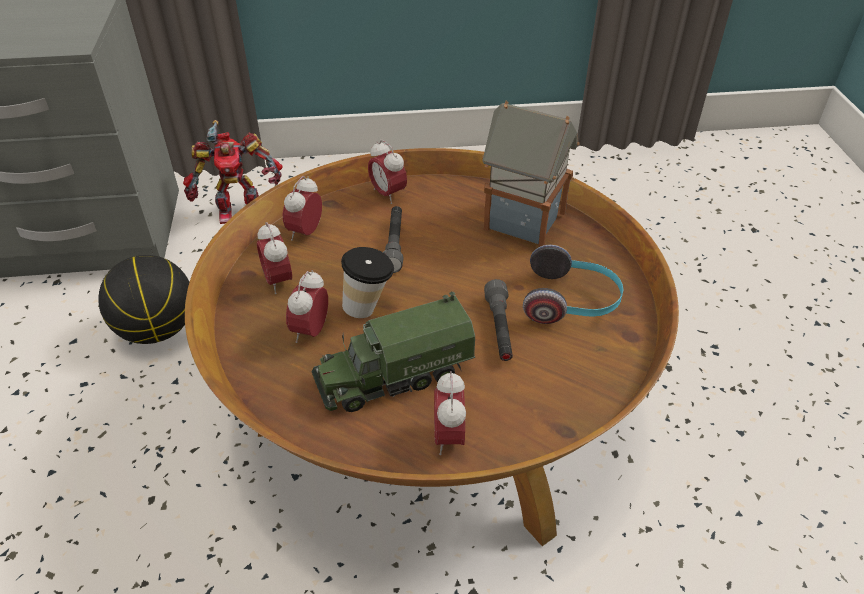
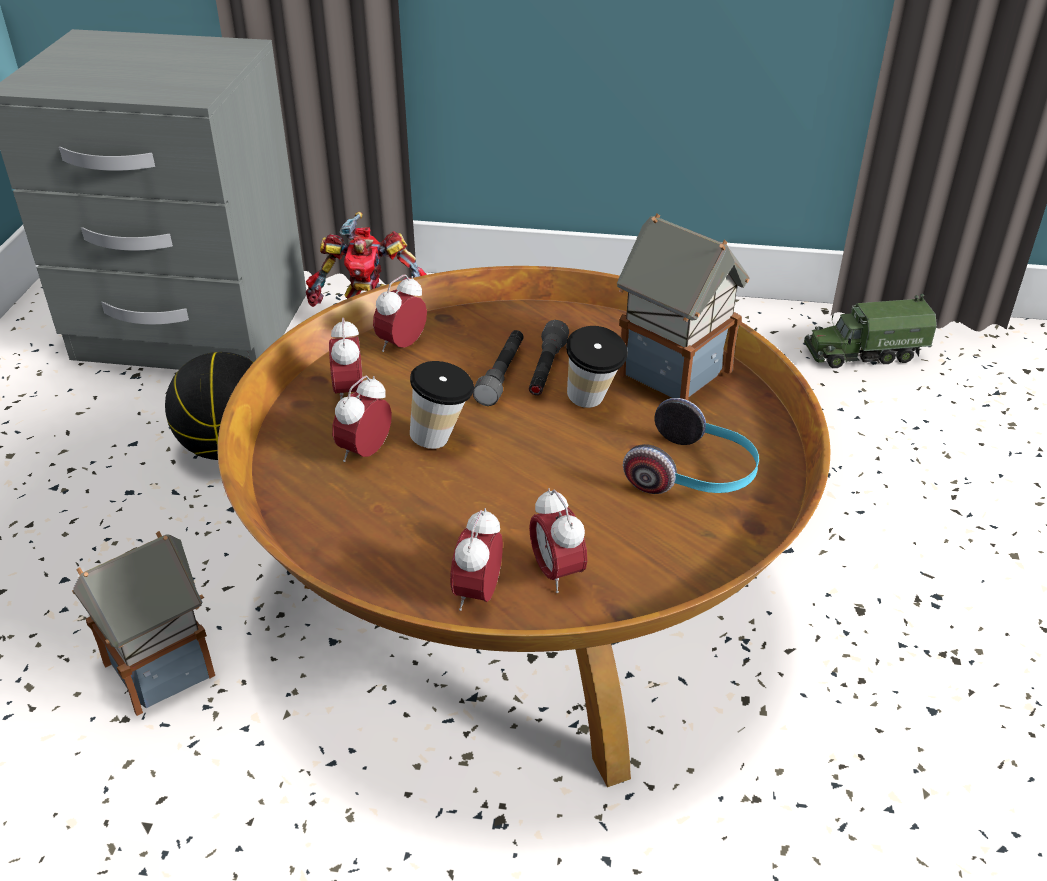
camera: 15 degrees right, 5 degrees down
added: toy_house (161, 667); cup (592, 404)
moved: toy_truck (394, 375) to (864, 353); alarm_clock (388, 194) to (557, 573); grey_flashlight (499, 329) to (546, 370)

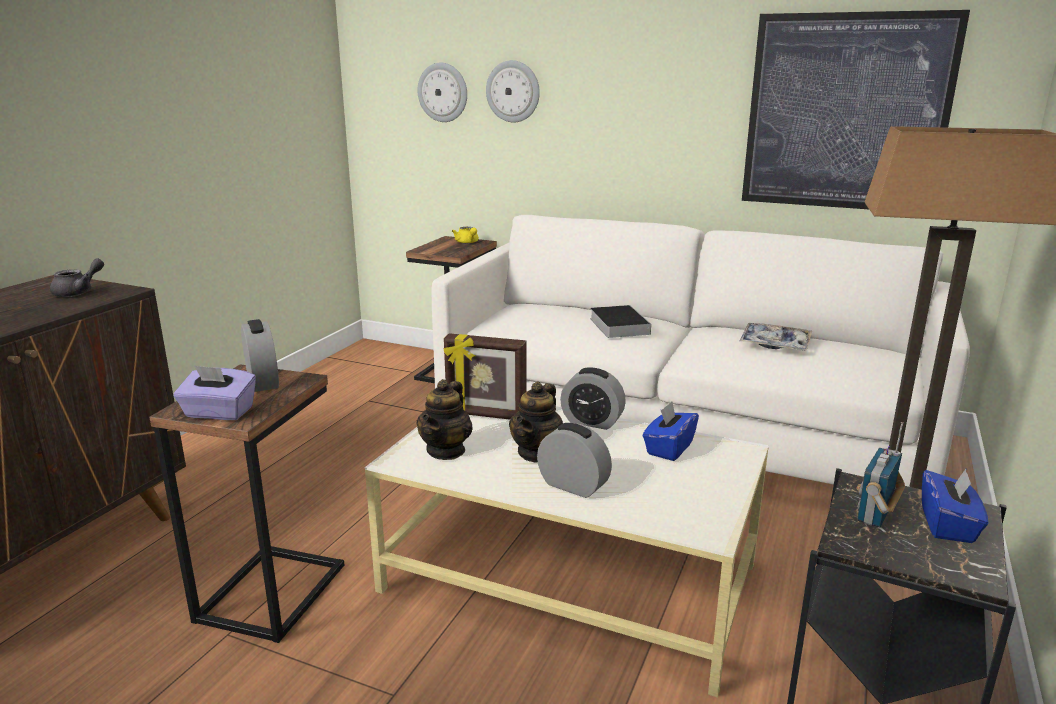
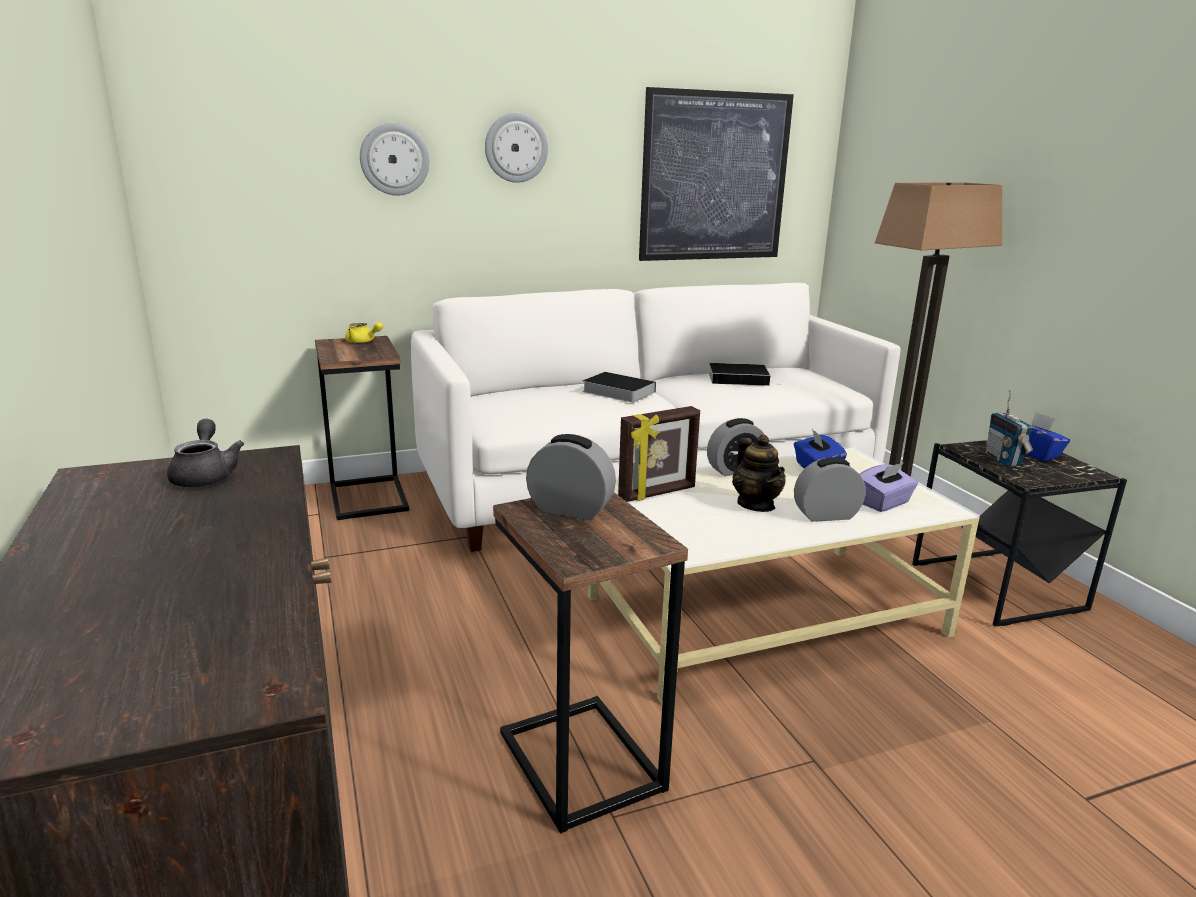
camera: 45 degrees left, 0 degrees up
removed: teapot (446, 450)
moved: purple_tissue_box (219, 413) to (883, 503); wall_clock (443, 92) to (516, 148)
replaced: tray (775, 344) to book (740, 379)

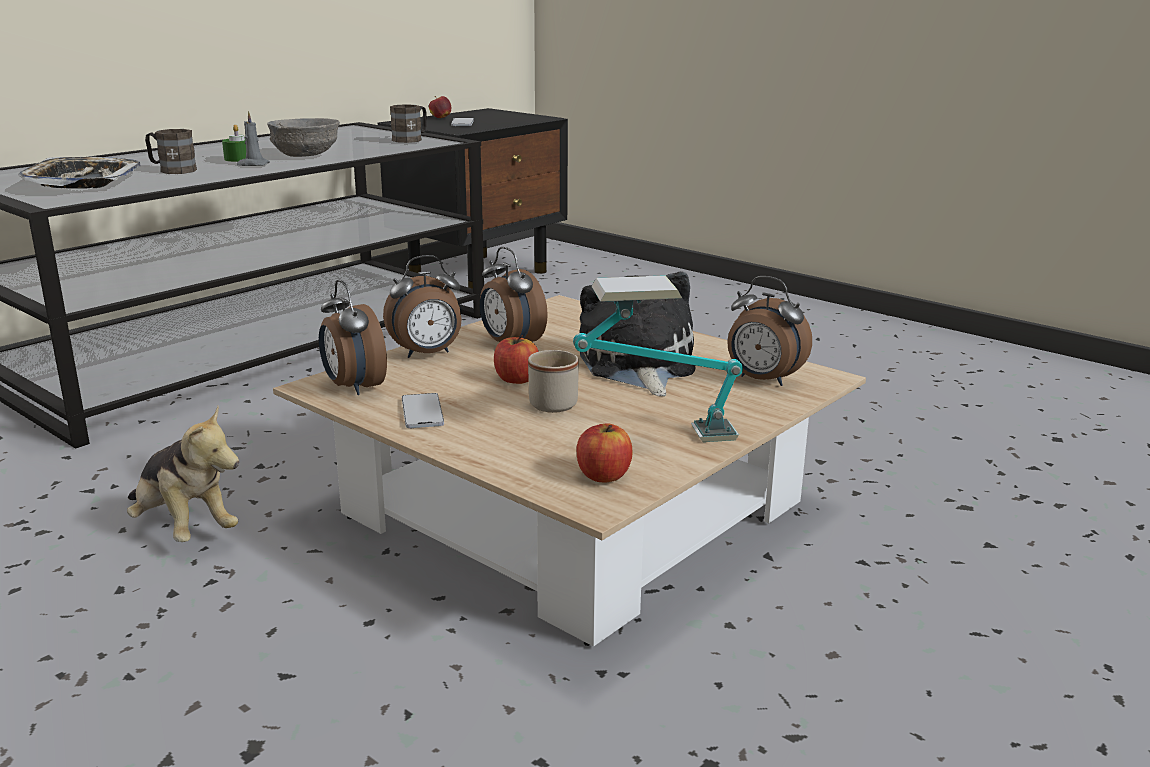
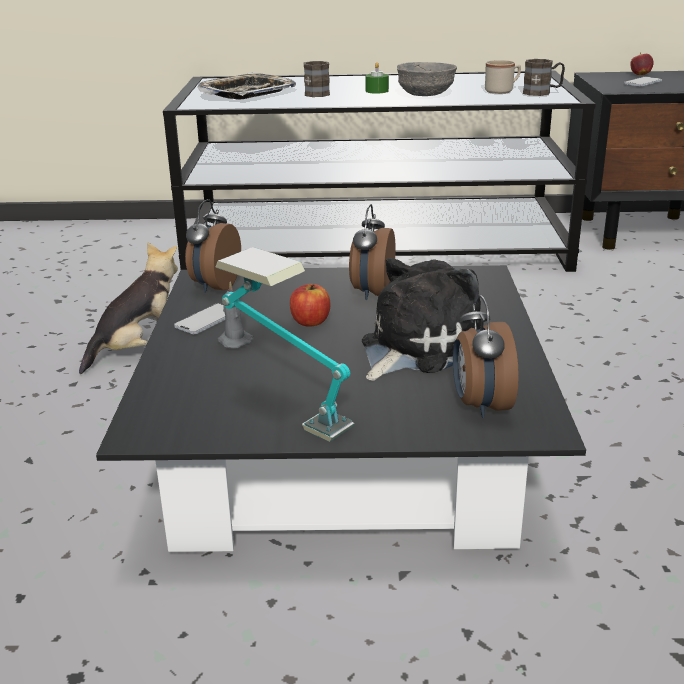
camera: 50 degrees right, 5 degrees up
removed: alarm_clock (427, 354); apple (603, 475)
moved: grey_candle (252, 165) to (234, 341); beige_mug (556, 401) to (502, 91)
recoloured: beige_coffee_table (577, 509) to black_coffee_table (346, 454)
turned: plush_toy (183, 528) = (140, 349) 135 degrees counterclockwise

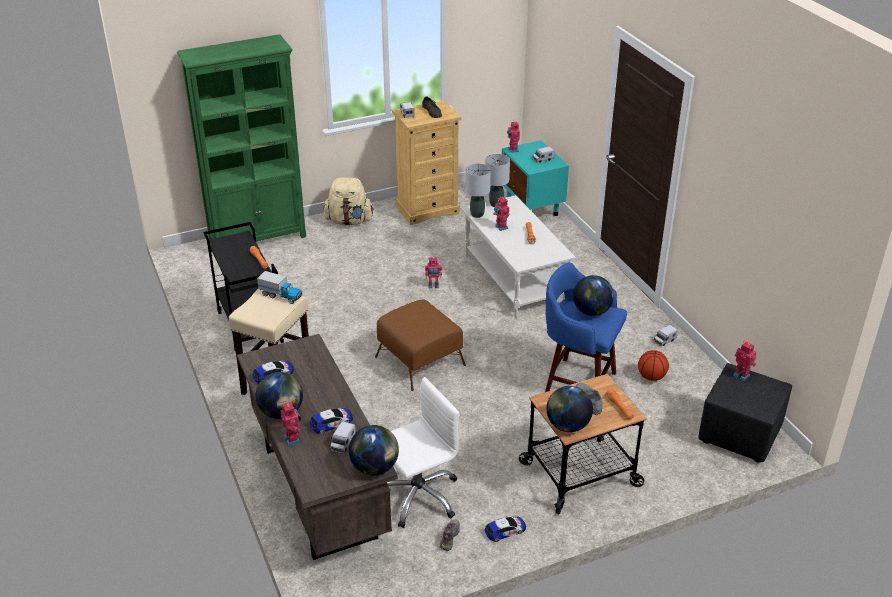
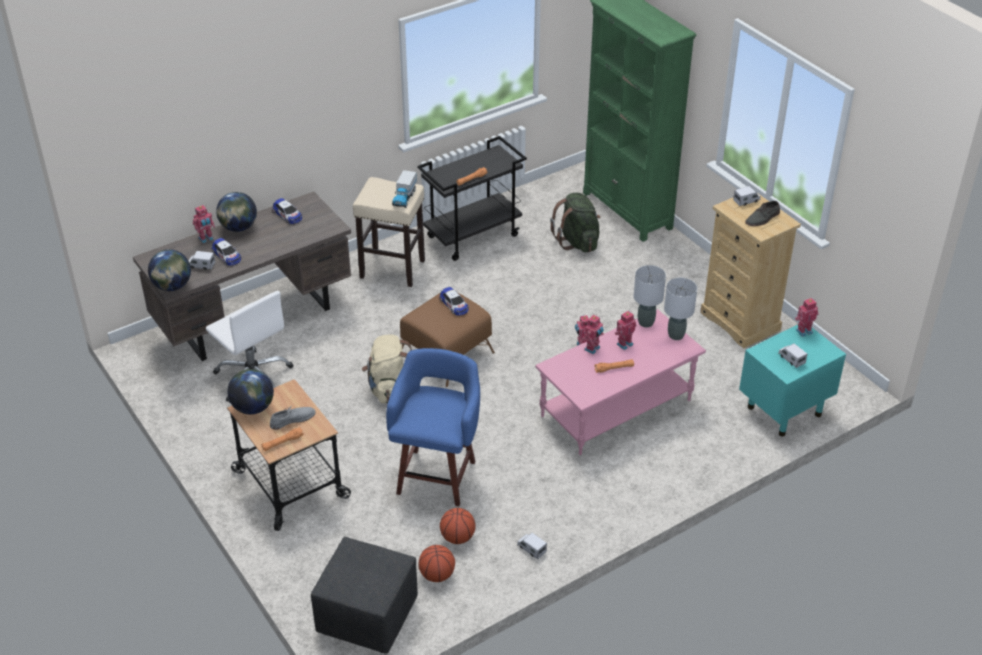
camera: 80 degrees right, 5 degrees up
removed: shoe (449, 537); globe (592, 311)
added: basketball (437, 575); green_backpack (577, 242)
moved: beige_backpack (349, 221) to (389, 389); toy_car (505, 531) to (454, 305); toy_robot (742, 375) to (593, 349)
recoloured: white_coffee_table (514, 280) to pink_coffee_table (616, 409)

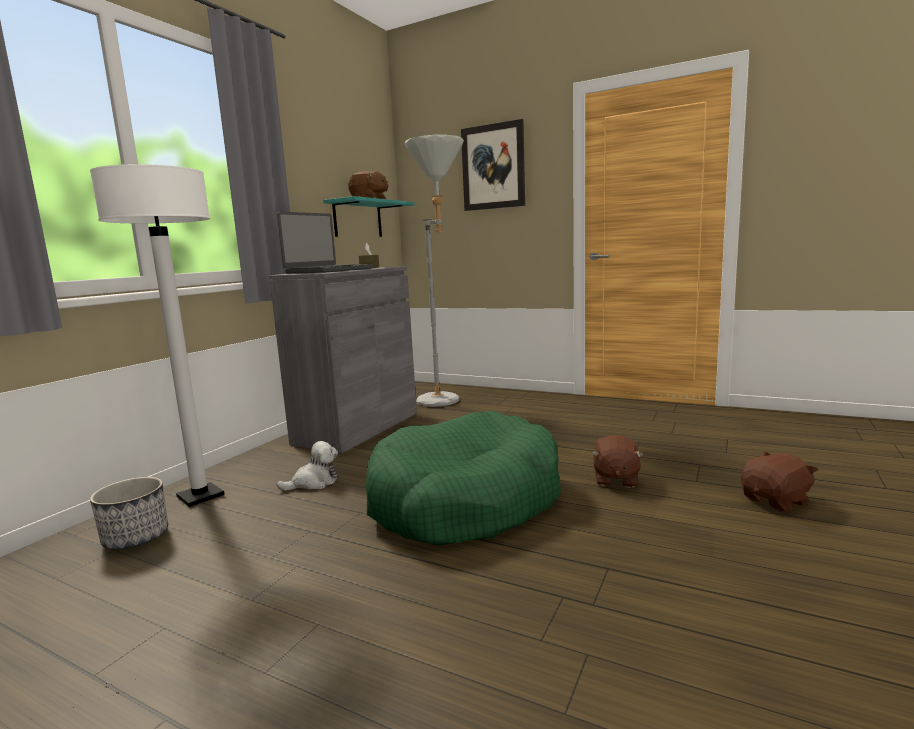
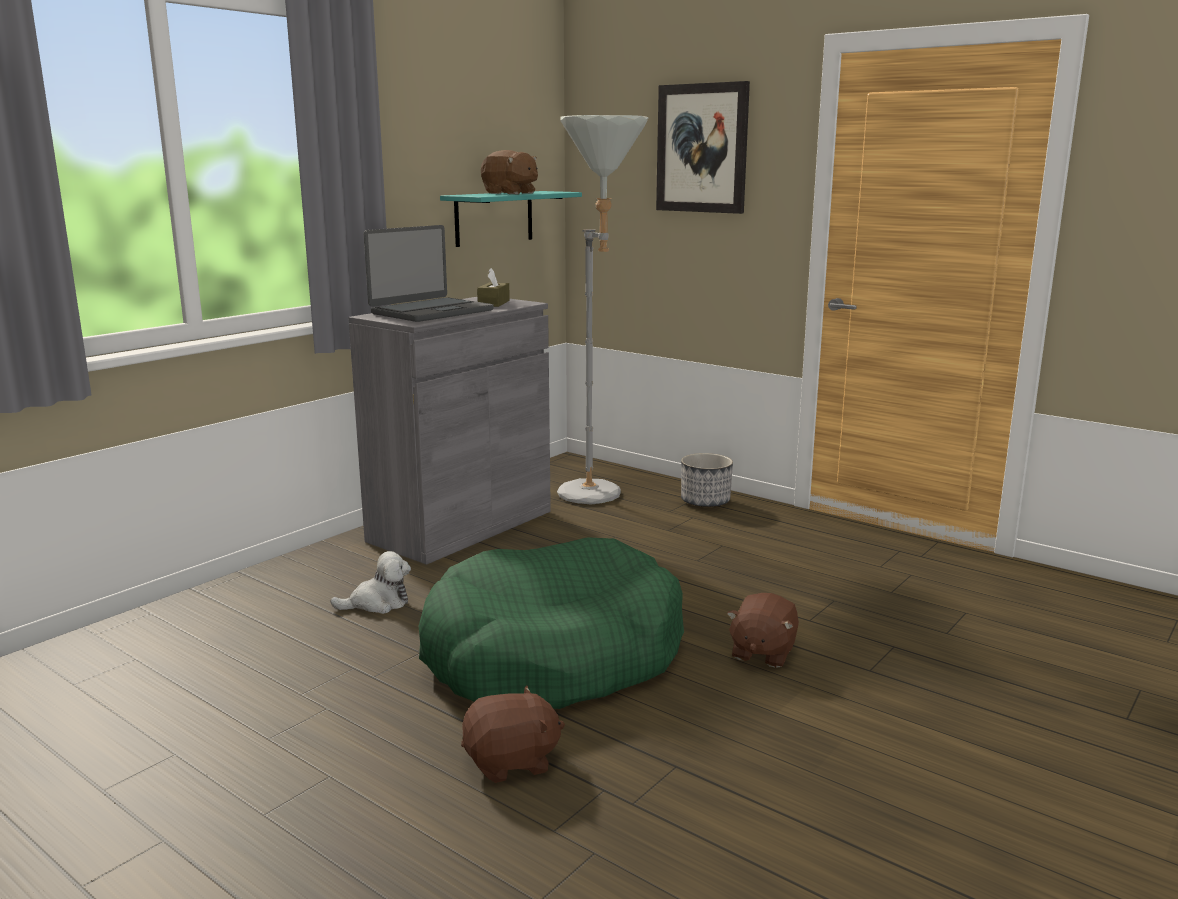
camera: 10 degrees right, 5 degrees up
removed: white_floor_lamp (200, 496)
moved: planter (136, 538) to (705, 501); brown_plush_toy (776, 501) to (512, 762)

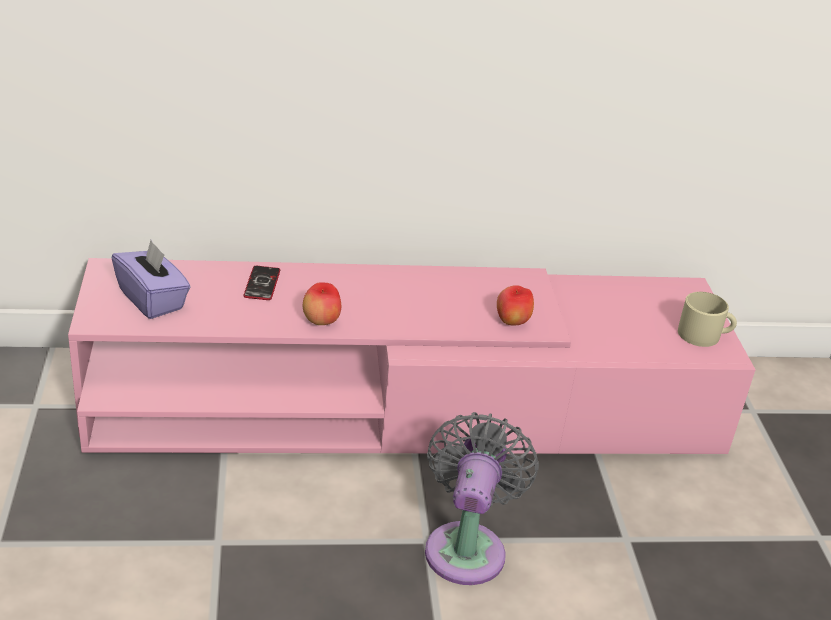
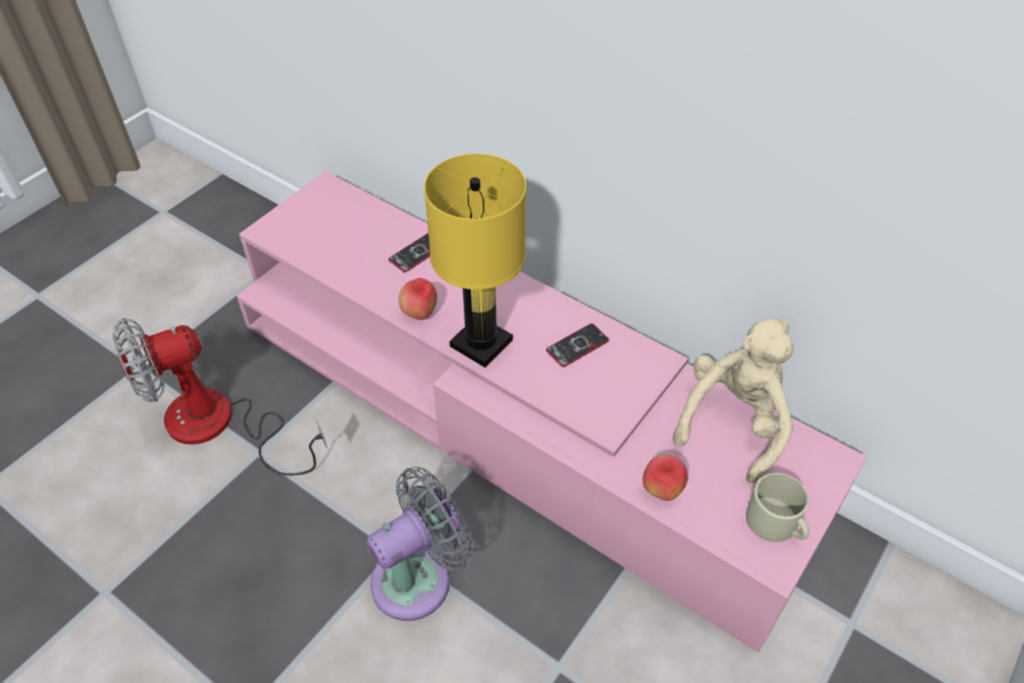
camera: 45 degrees right, 15 degrees up
removed: purple_tissue_box (152, 300)
added: fan (220, 426); yellow_table_lamp (480, 343); phone (577, 346); beige_plush_toy (733, 422)
moved: apple (512, 322) to (661, 490)

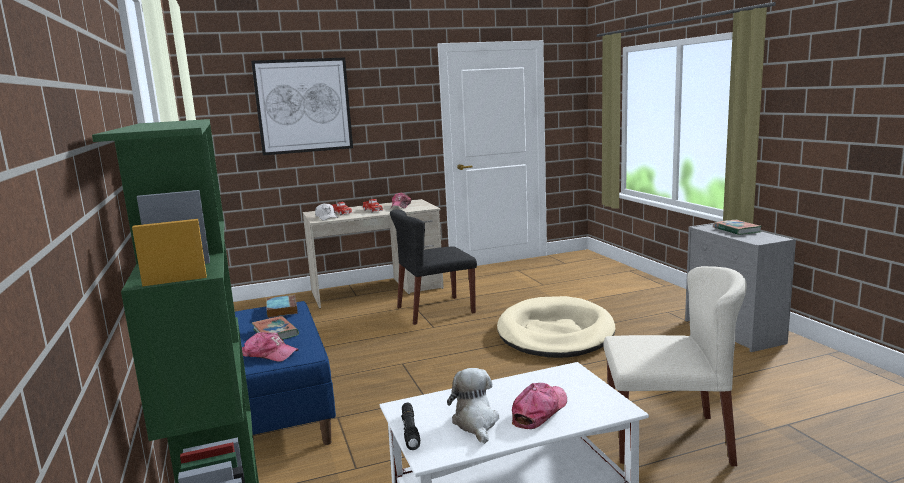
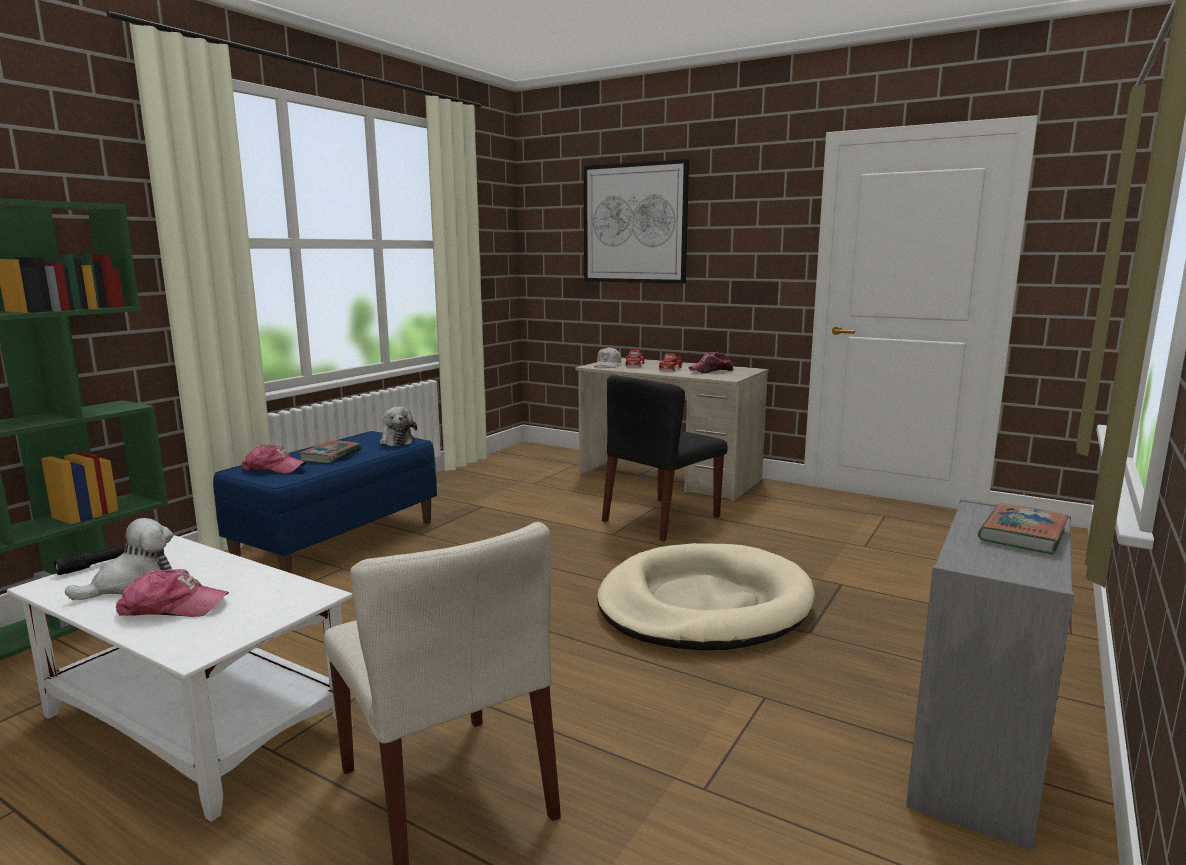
camera: 50 degrees right, 0 degrees up
replaced: book (281, 309) to plush_toy (397, 441)
turned: cap (269, 354) = (273, 468) 60 degrees counterclockwise; black_chair (435, 310) = (661, 519) 75 degrees counterclockwise

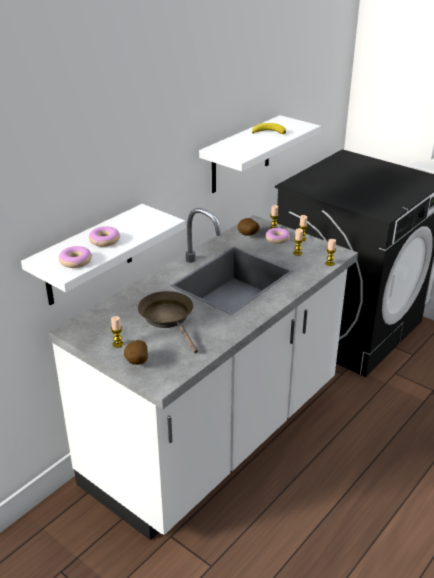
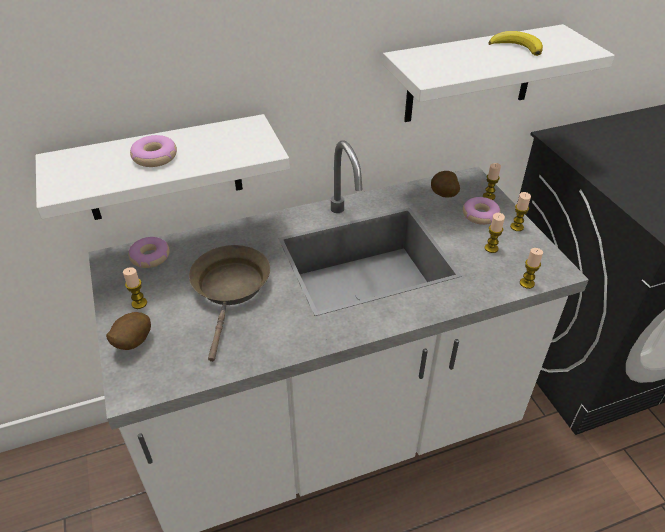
camera: 30 degrees right, 10 degrees up
moved: donut (75, 261) to (150, 257)

